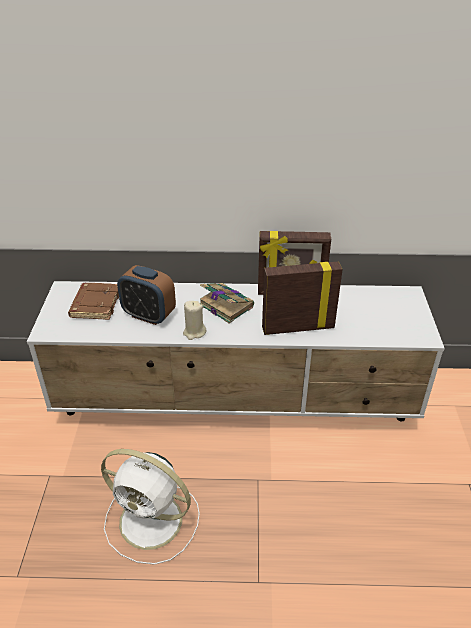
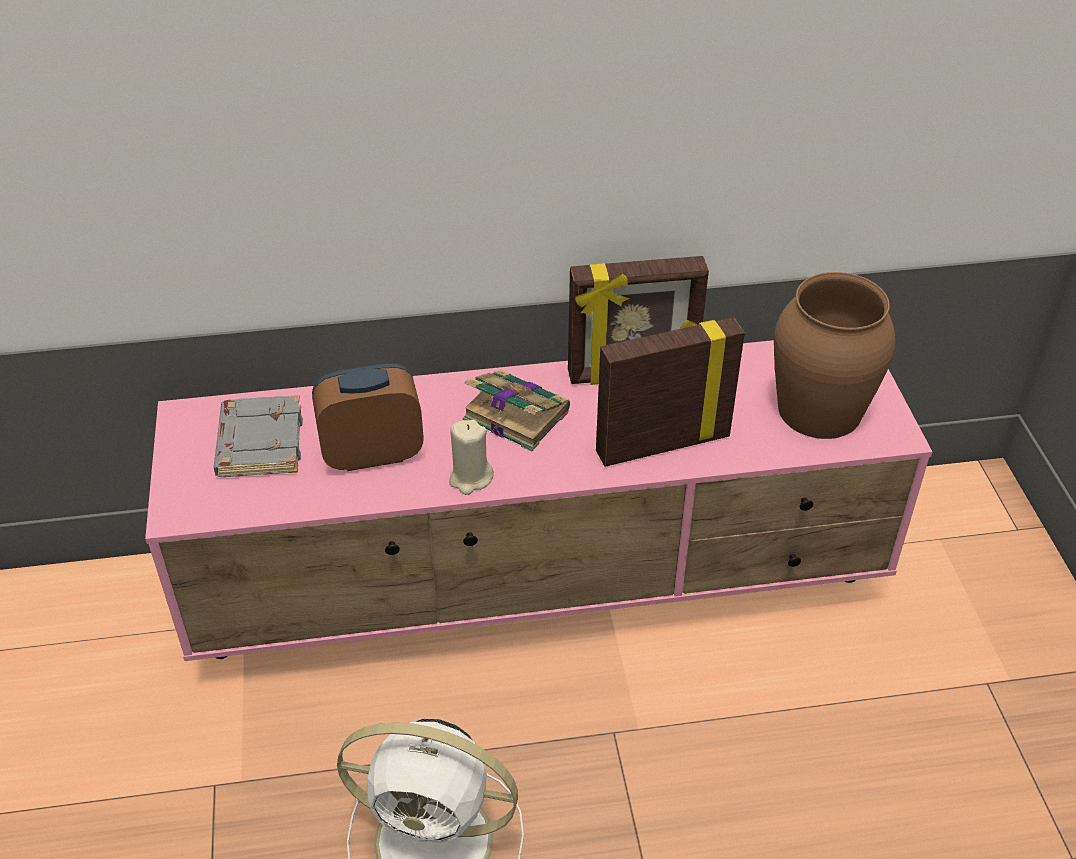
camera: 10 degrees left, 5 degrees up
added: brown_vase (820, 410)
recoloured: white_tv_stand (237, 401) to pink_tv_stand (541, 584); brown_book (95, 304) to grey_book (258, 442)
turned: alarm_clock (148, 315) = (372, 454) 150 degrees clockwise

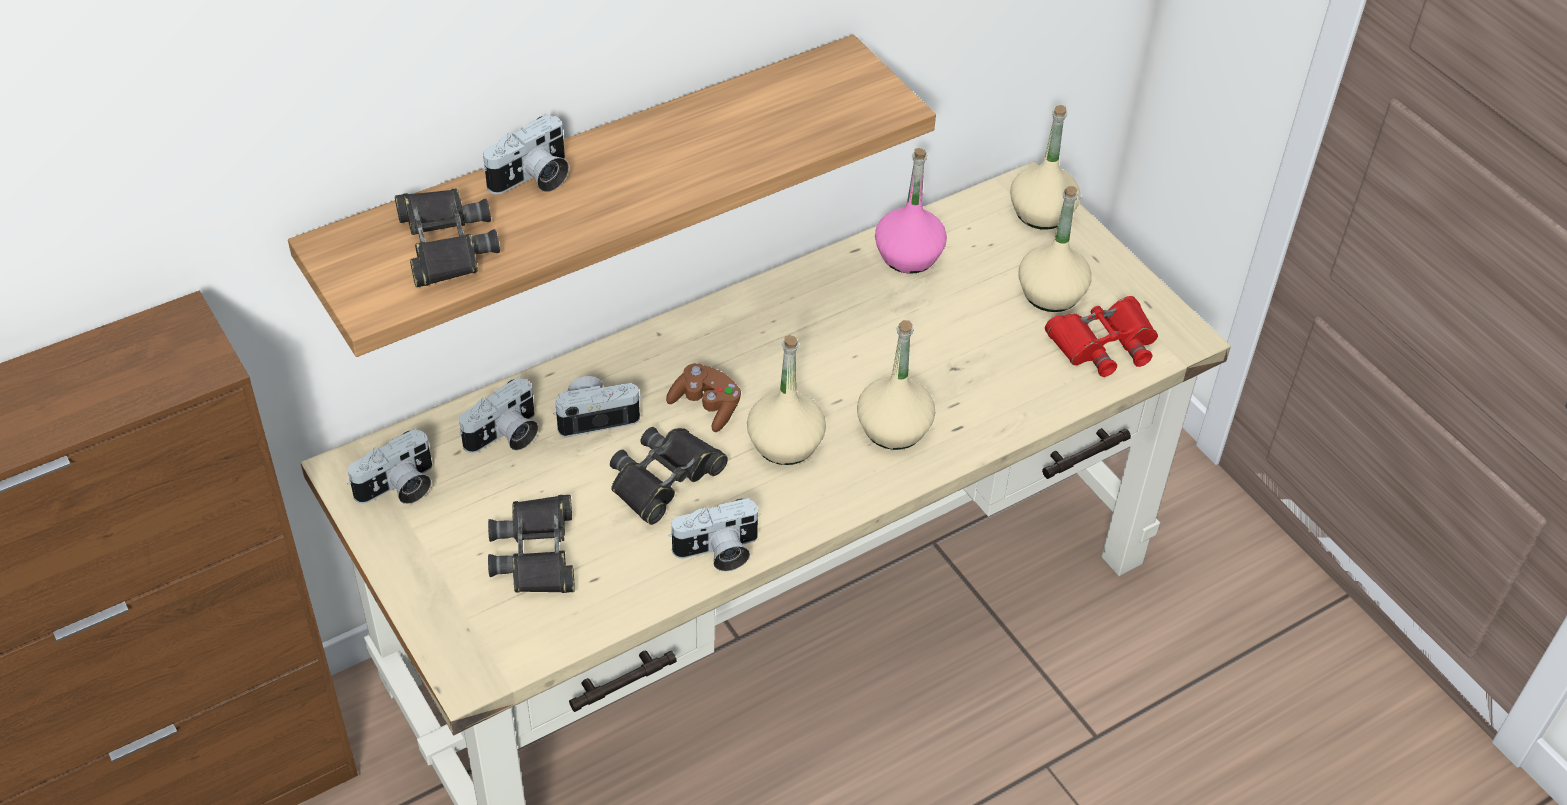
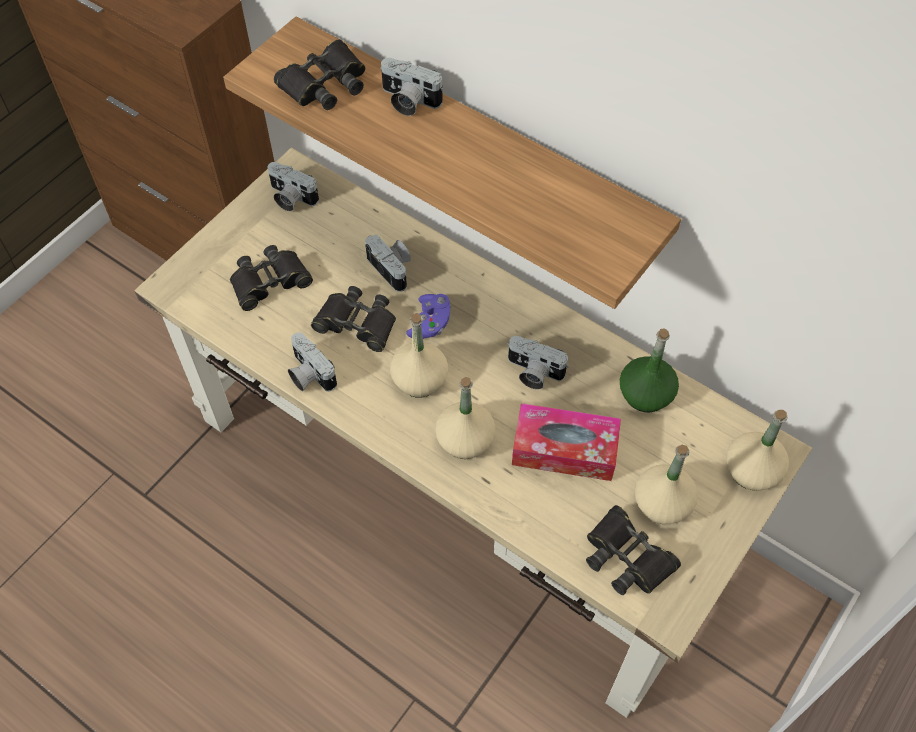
camera: 70 degrees right, 10 degrees up
added: tissue_box (564, 450)
moved: photo_camera (505, 436) to (533, 373)
recoloured: brown_game_controller (706, 407) to purple_game_controller (430, 323); pink_bottle (908, 255) to green_bottle (646, 394); red_binoculars (1103, 344) to black_binoculars (627, 557)

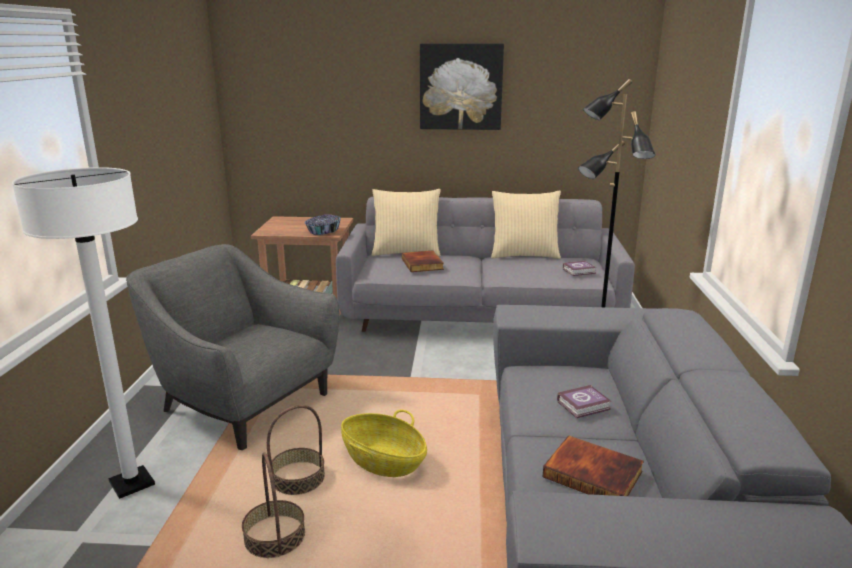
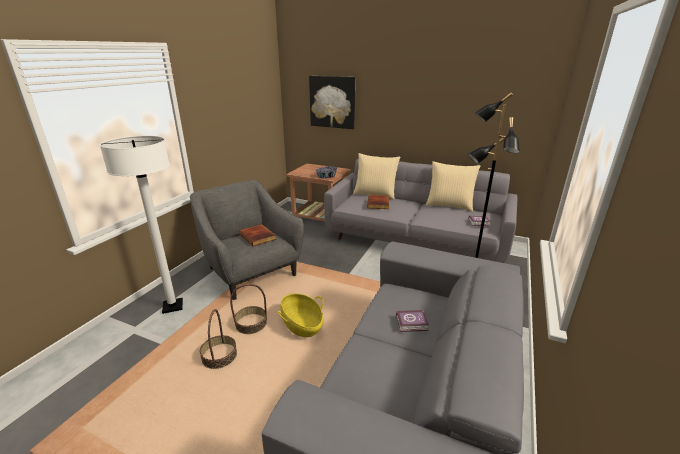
camera: 20 degrees right, 5 degrees up
moved: picture (461, 87) to (332, 102); book (594, 473) to (258, 237)

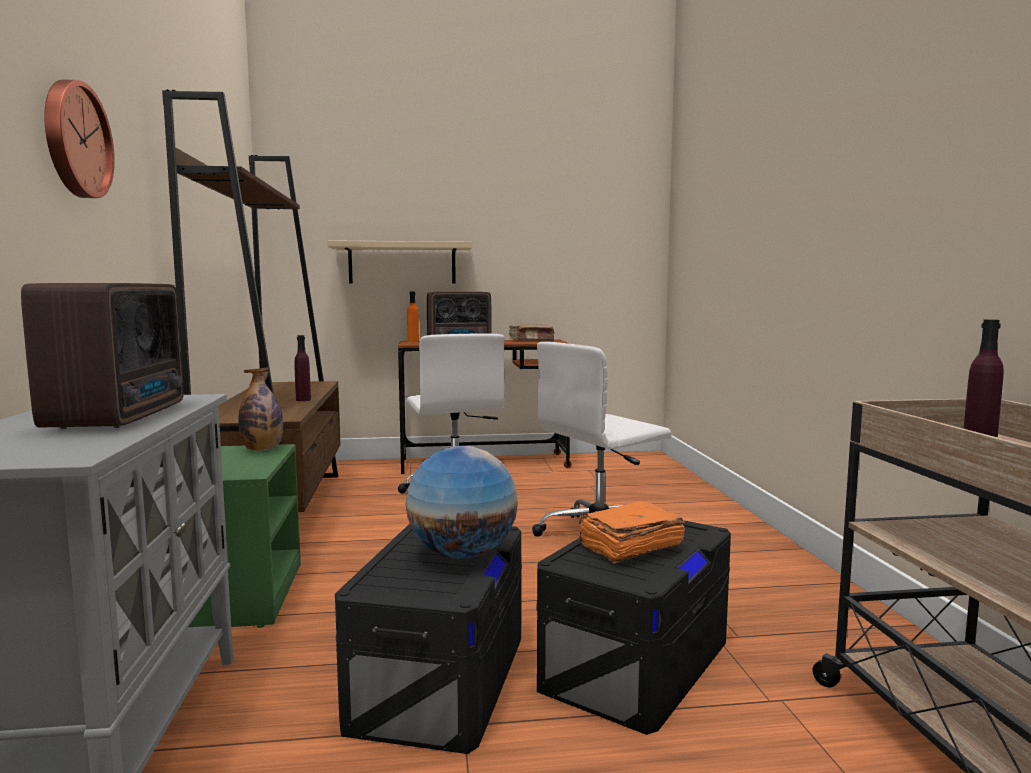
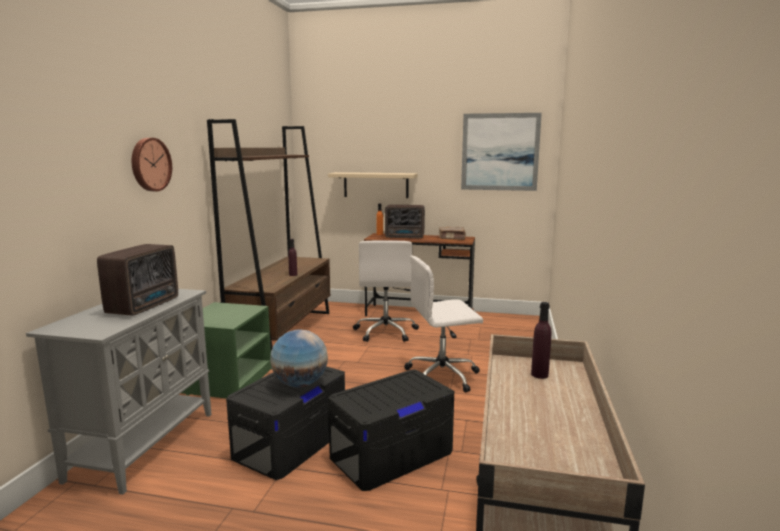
camera: 20 degrees right, 5 degrees up
removed: bottle (262, 449); orange_book (629, 547)
added: picture (500, 152)

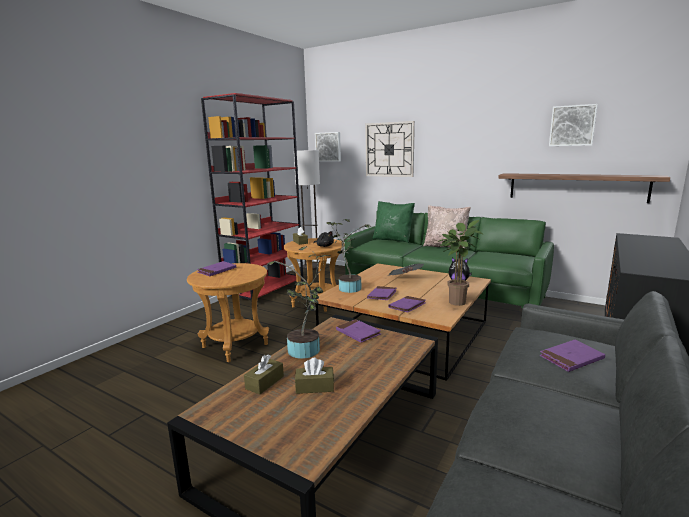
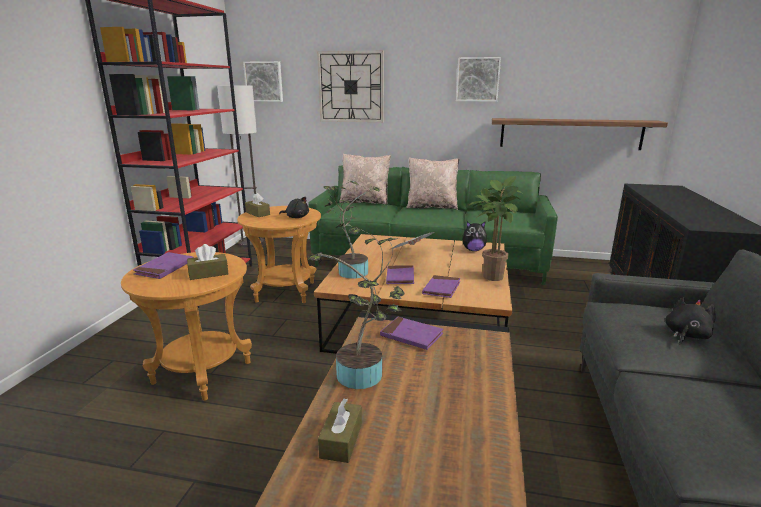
camera: 20 degrees left, 5 degrees up
moved: brown_tissue_box (315, 387) to (208, 273); picture (572, 125) to (477, 79)
replaced: purple_book (571, 358) to black_plush_toy (685, 335)
recoloured: green_pillow (393, 239) to beige_pillow (365, 202)

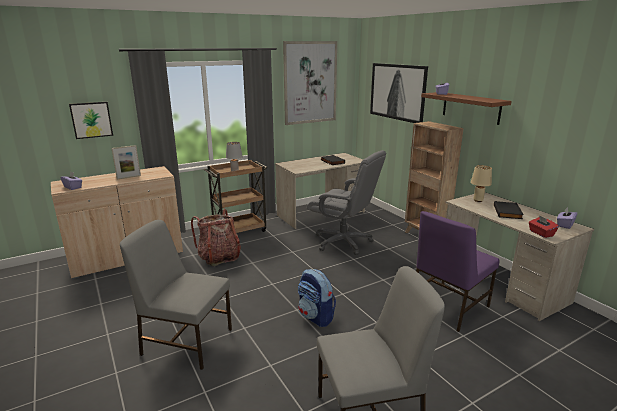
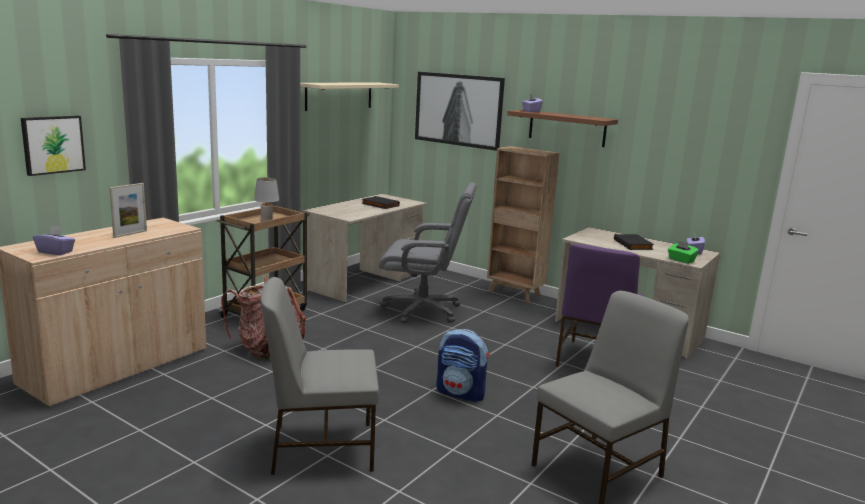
camera: 25 degrees left, 5 degrees down
removed: beige_table_lamp (477, 200)
replaced: picture (310, 83) to beige_shelf (339, 95)
recoloured: red_tissue_box (541, 233) to green_tissue_box (681, 260)

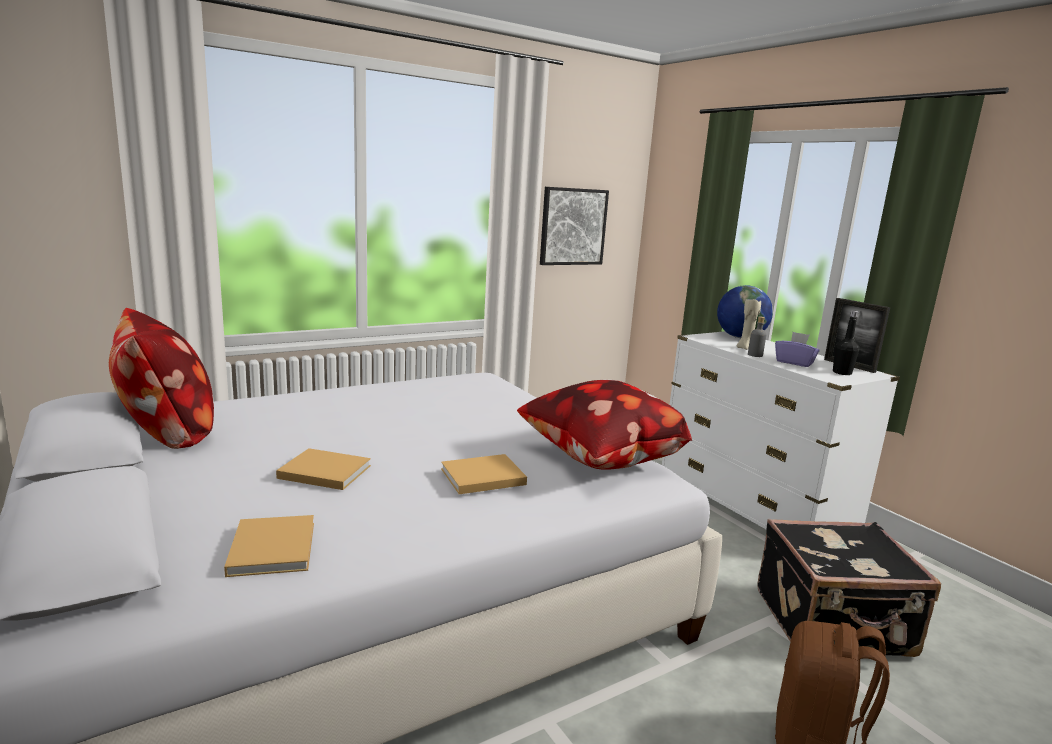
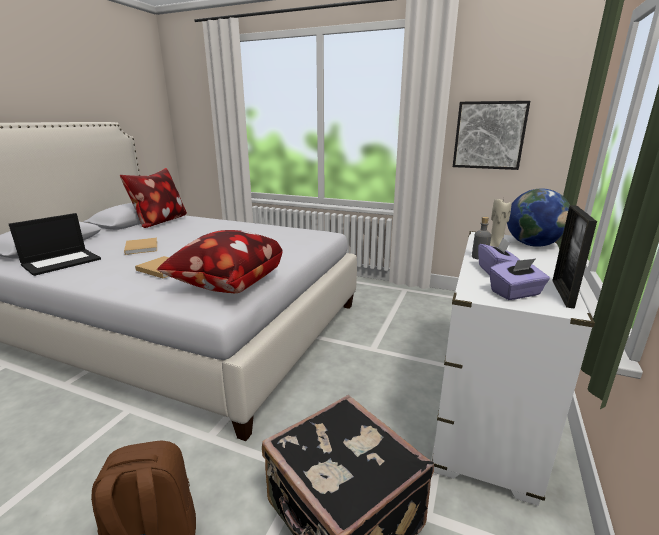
camera: 55 degrees right, 5 degrees up
replaced: beige_book (273, 546) to laptop (62, 262); black_bottle (842, 373) to purple_tissue_box (515, 293)

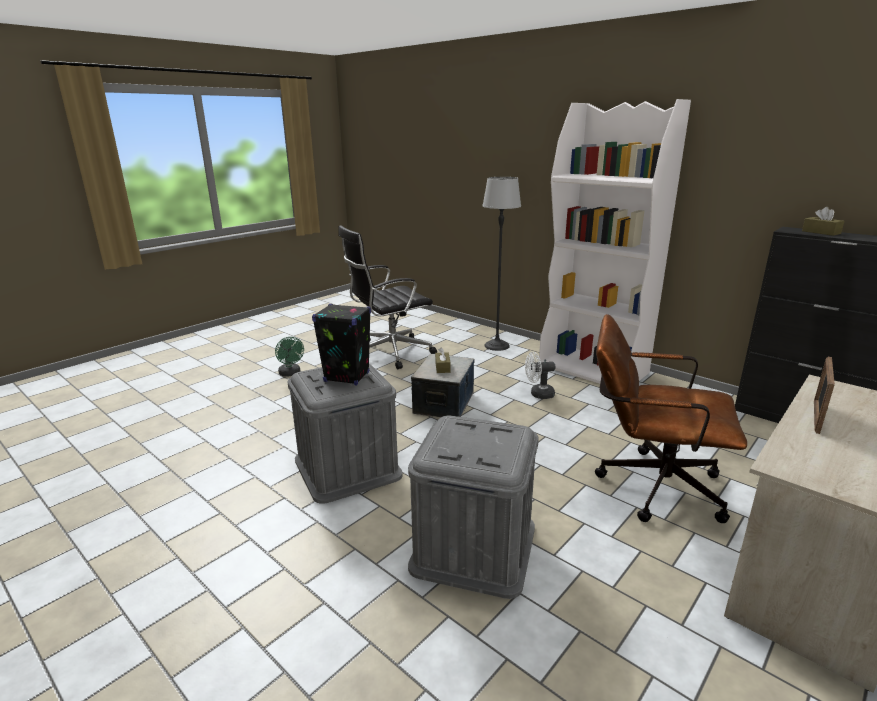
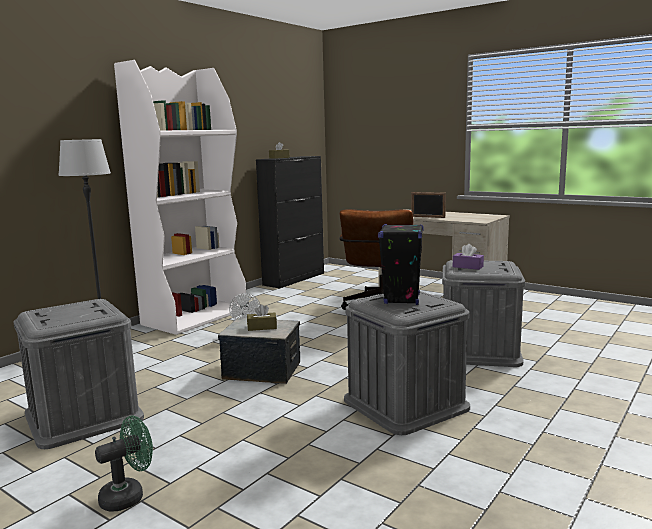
camera: 95 degrees left, 10 degrees down
added: purple_tissue_box (467, 267)
replaced: black_office_chair (389, 353) to grey_storage_box (84, 416)

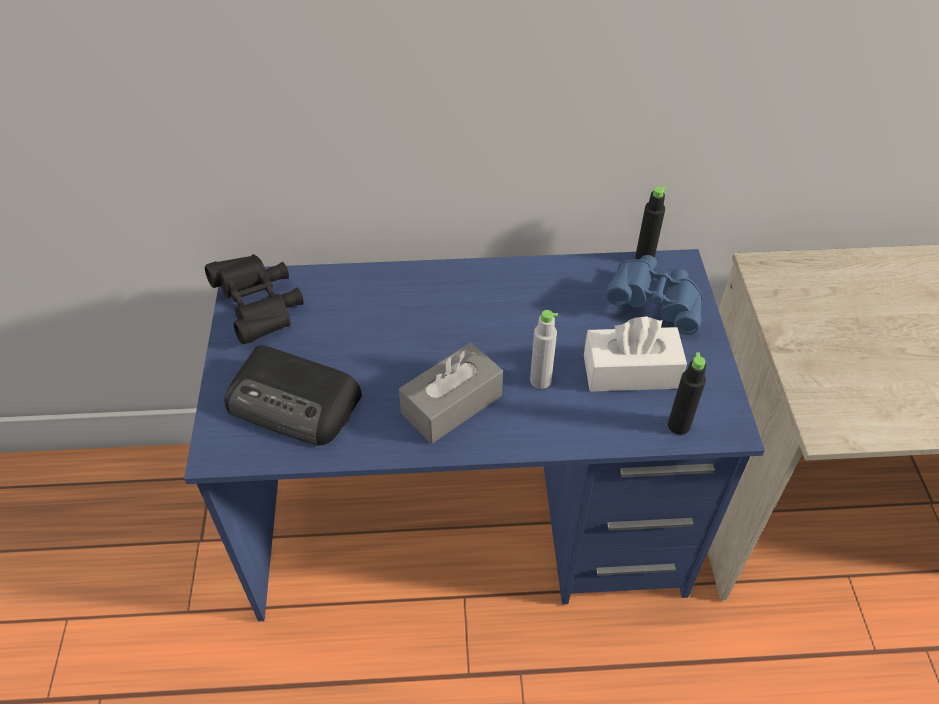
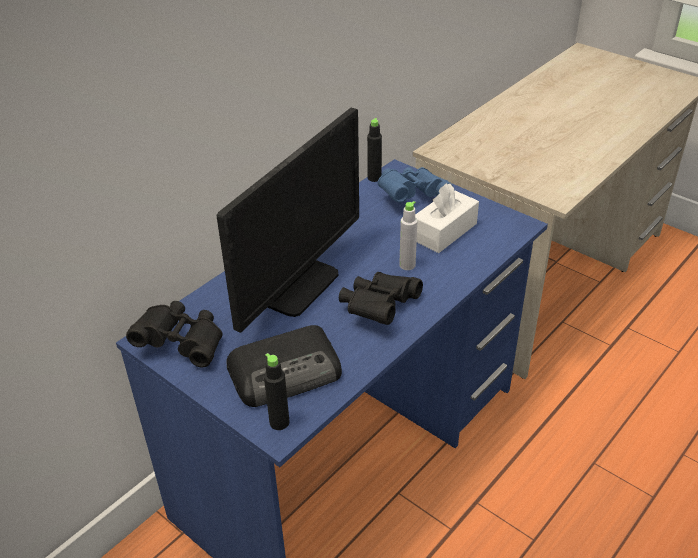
camera: 45 degrees left, 10 degrees down
added: monitor (297, 286)
moved: black_bottle (678, 425) to (279, 422)
replaced: grey_tissue_box (452, 404) to black_binoculars (379, 308)

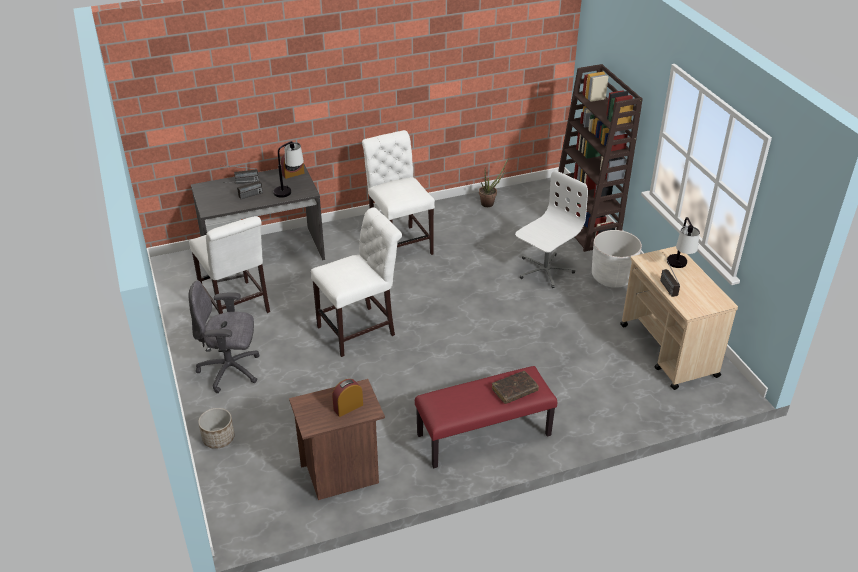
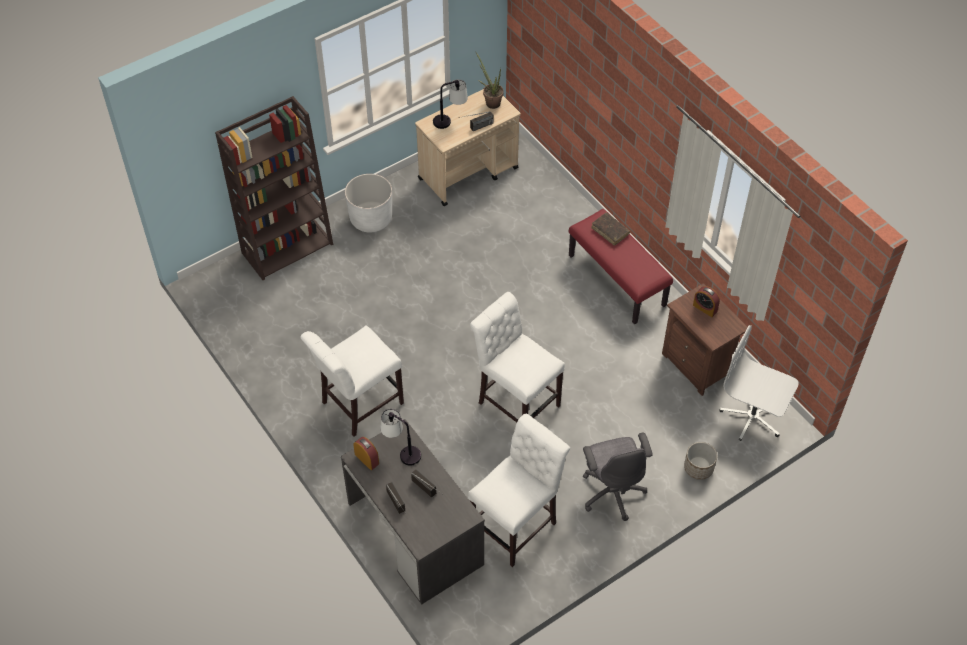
camera: 105 degrees left, 15 degrees up
moved: potted_plant (490, 203) to (490, 102); white_office_chair (544, 270) to (752, 417)

